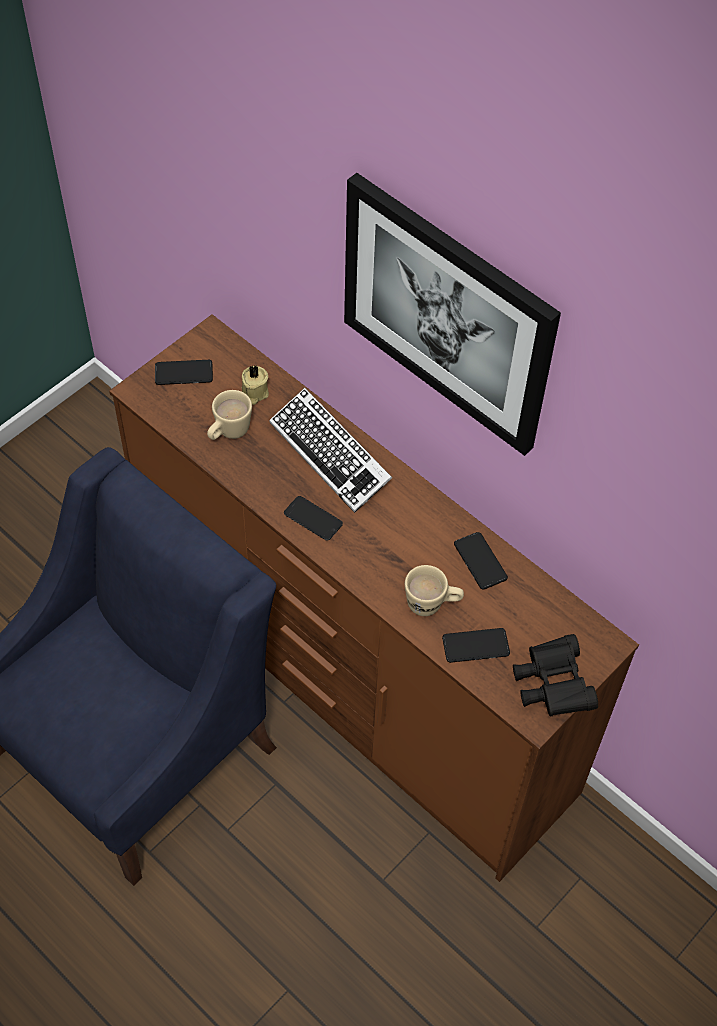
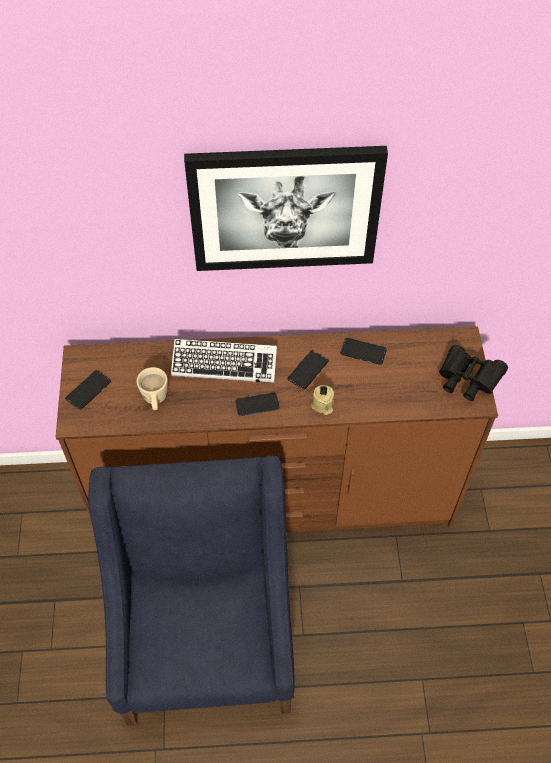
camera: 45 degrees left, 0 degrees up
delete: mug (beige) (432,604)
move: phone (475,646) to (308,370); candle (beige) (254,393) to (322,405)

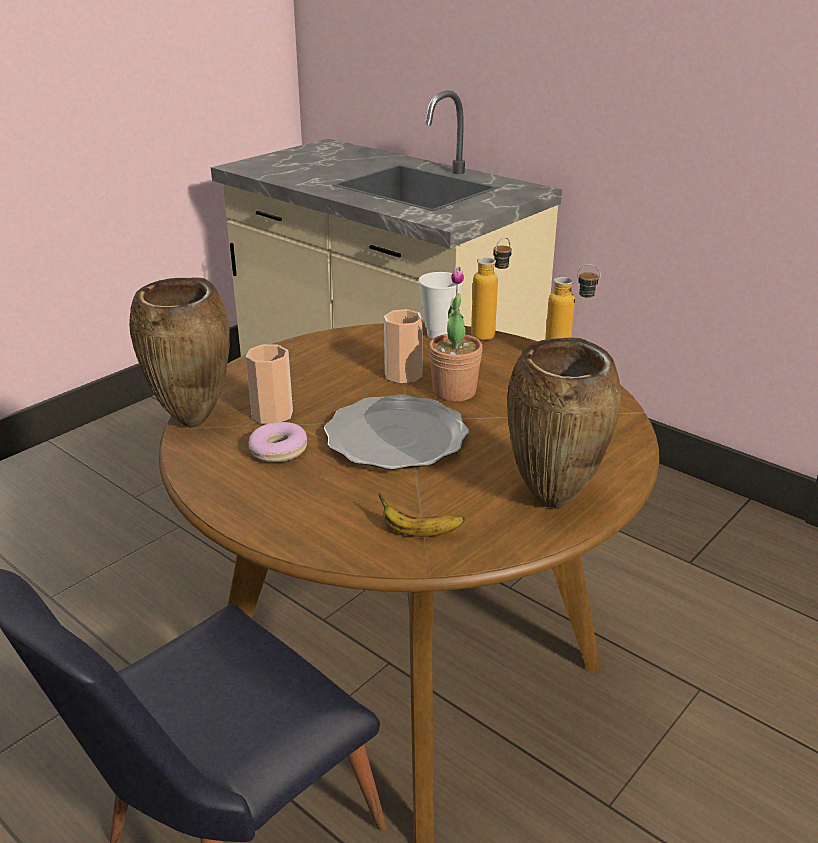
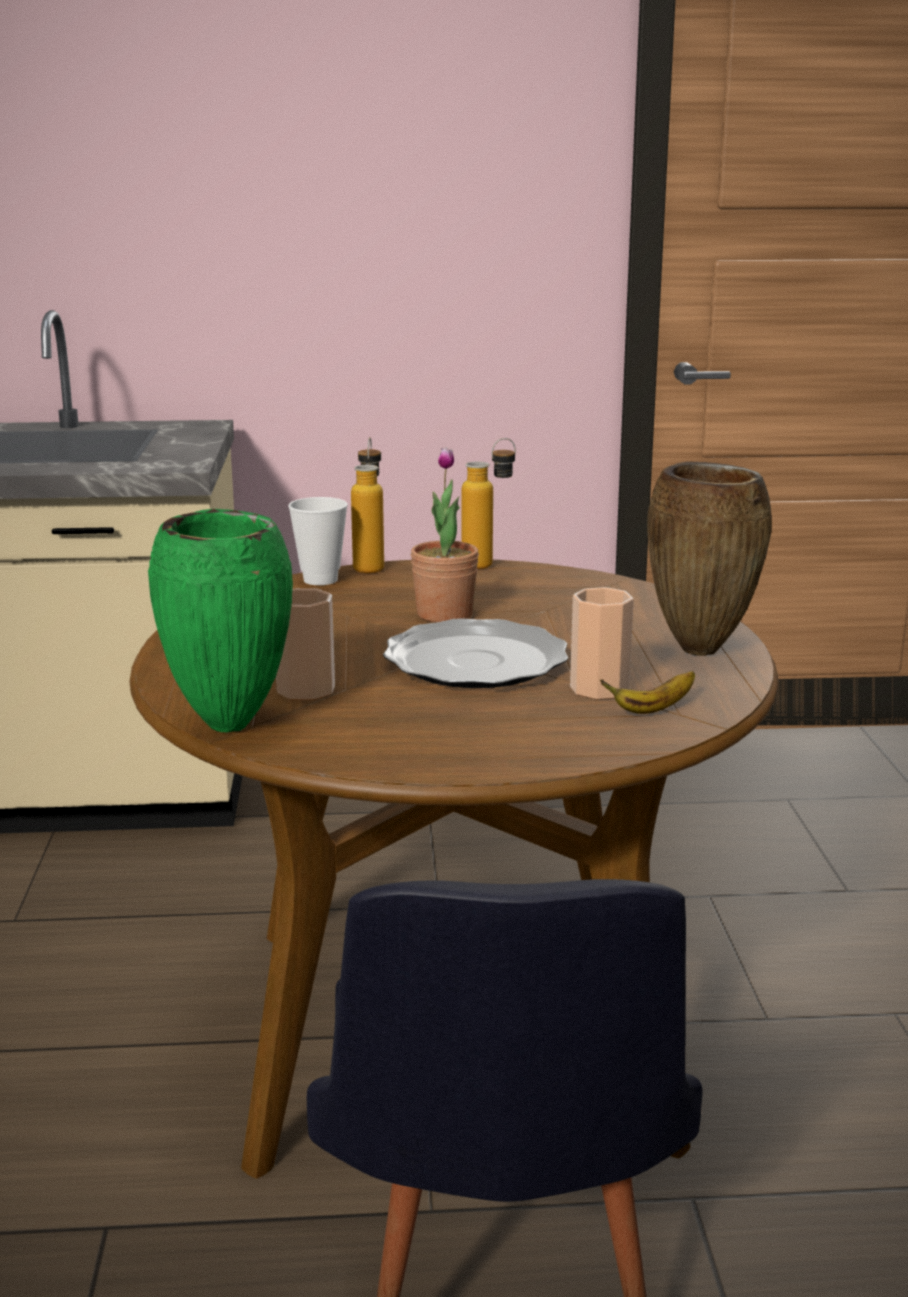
camera: 45 degrees left, 10 degrees down
delete: donut (278,450)
move: cup (403,375) to (599,689)
recolor: vase (brown) (194,422) to vase (green) (232,726)

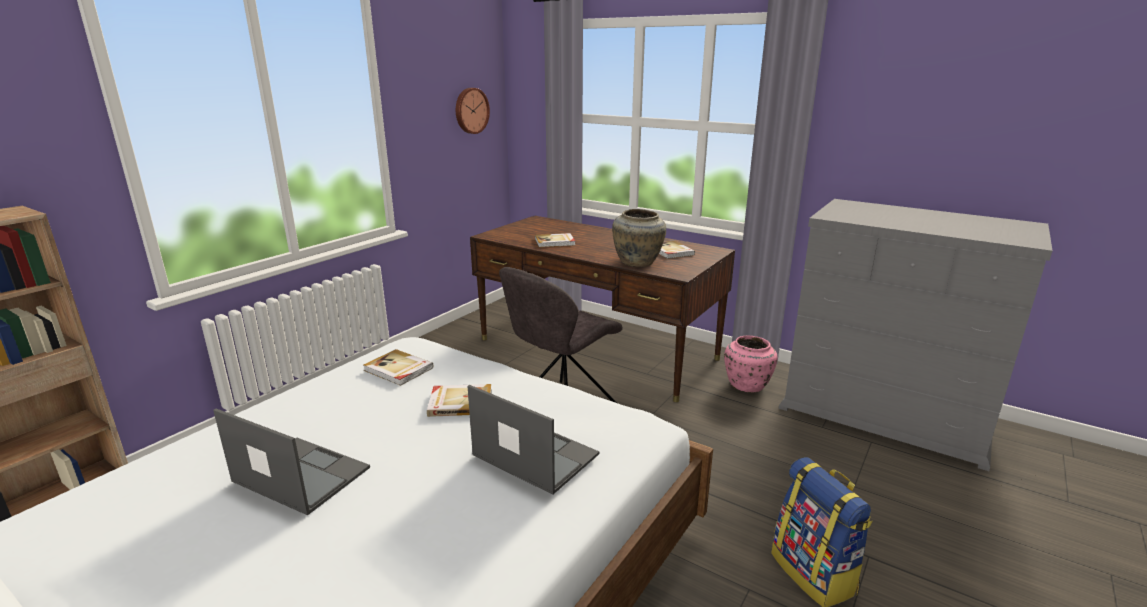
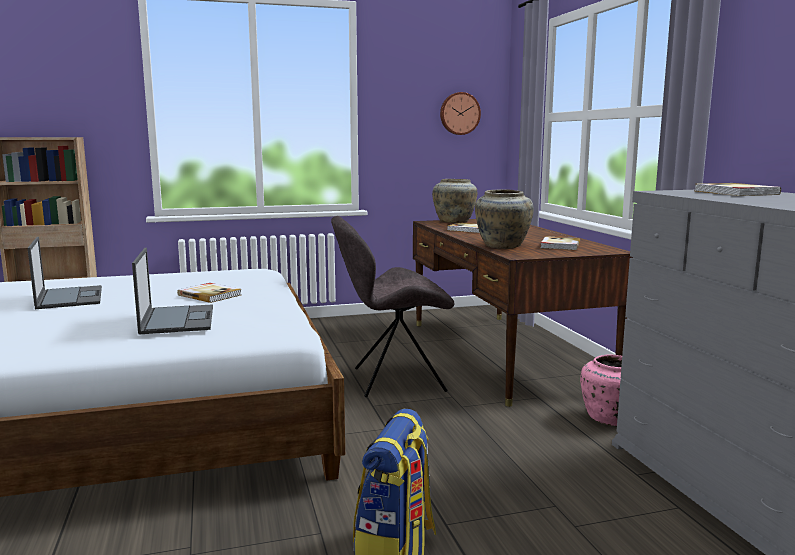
camera: 40 degrees right, 10 degrees down
insert: vase (beige) (454,222)
move: book (398,369) to (735,193)

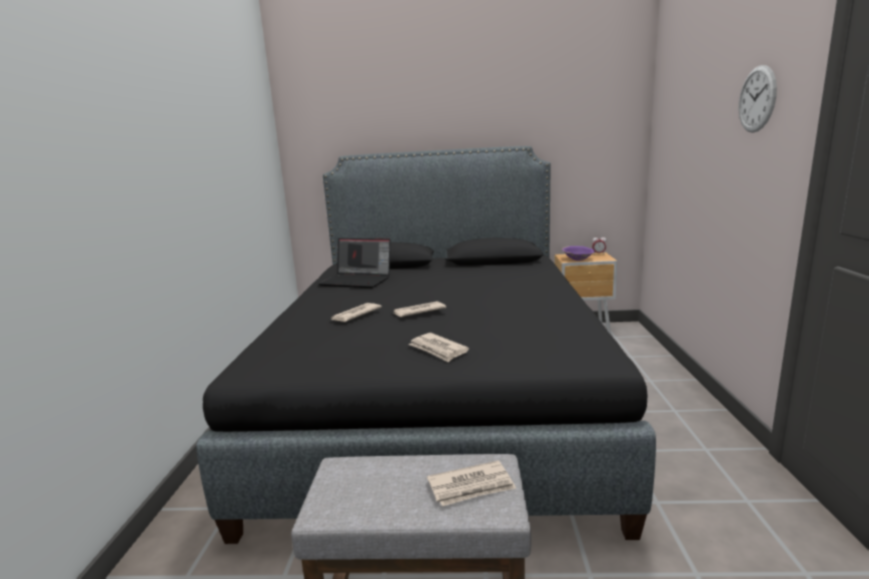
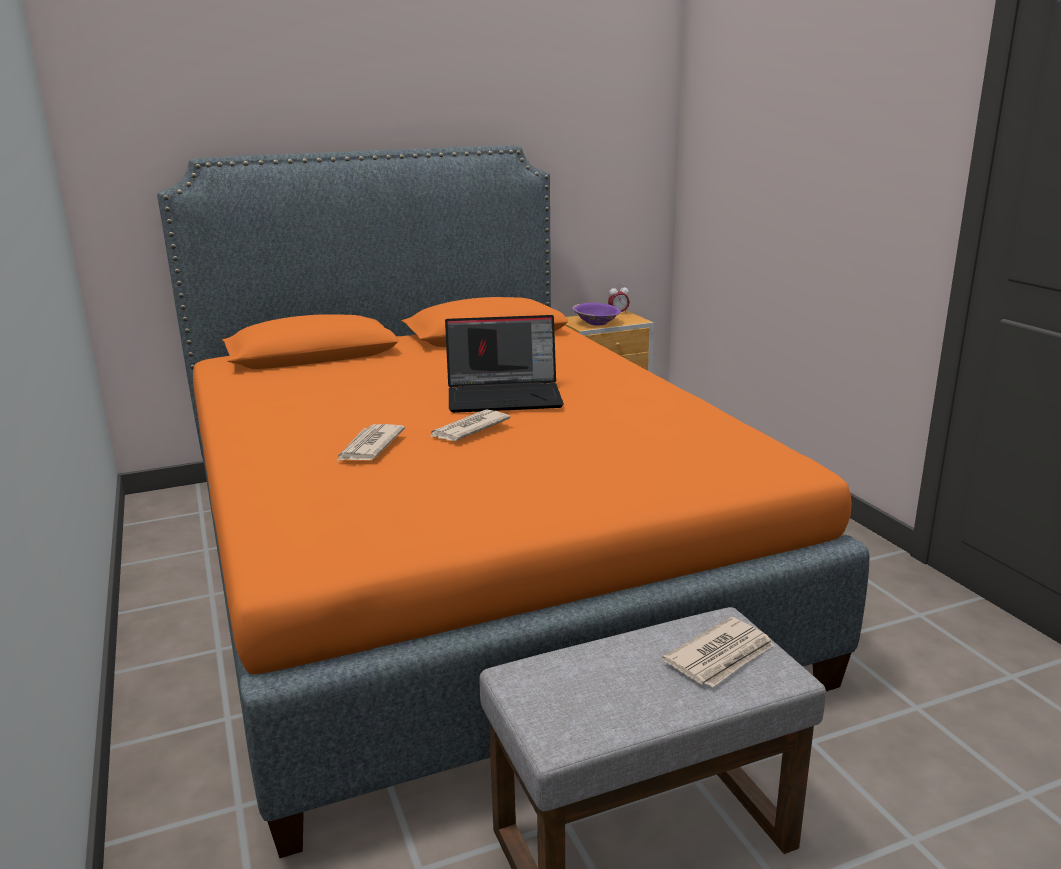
camera: 25 degrees left, 5 degrees up
delete: newspaper (438,349); wall clock (757,99)
move: laptop (358,280) to (506,396)
recolor: bed (black) (437,398) to bed (orange) (458,565)

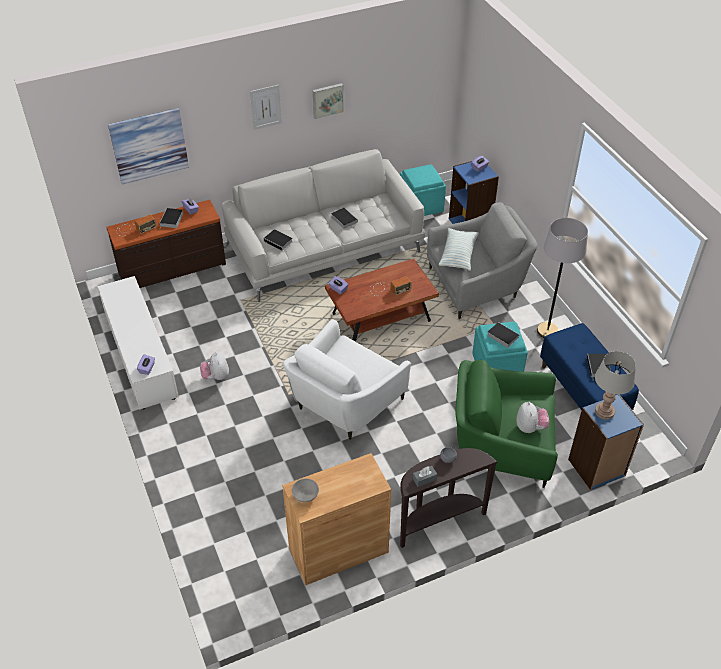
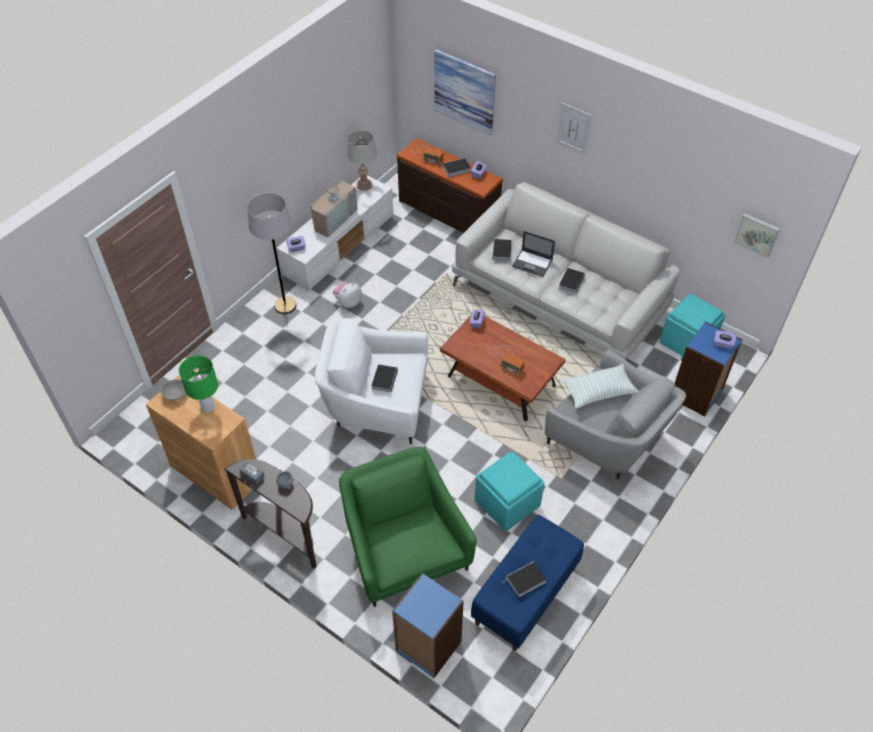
camera: 60 degrees right, 5 degrees up
delete: plush toy (530,427)
insert: table lamp (green) (208,406); television (333,218); laptop (533,263)
move: floor lamp (grey) (547,331) to (285,306); table lamp (grey) (604,412) to (364,185); book (501,336) to (384,379); picture (327,100) to (757,234)

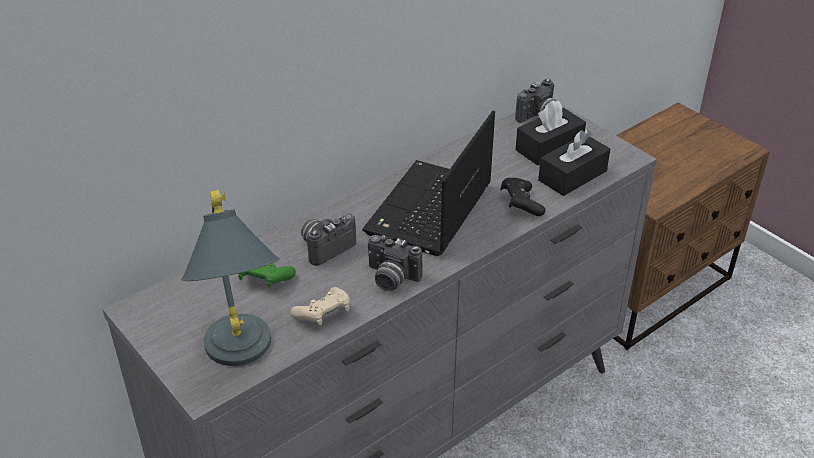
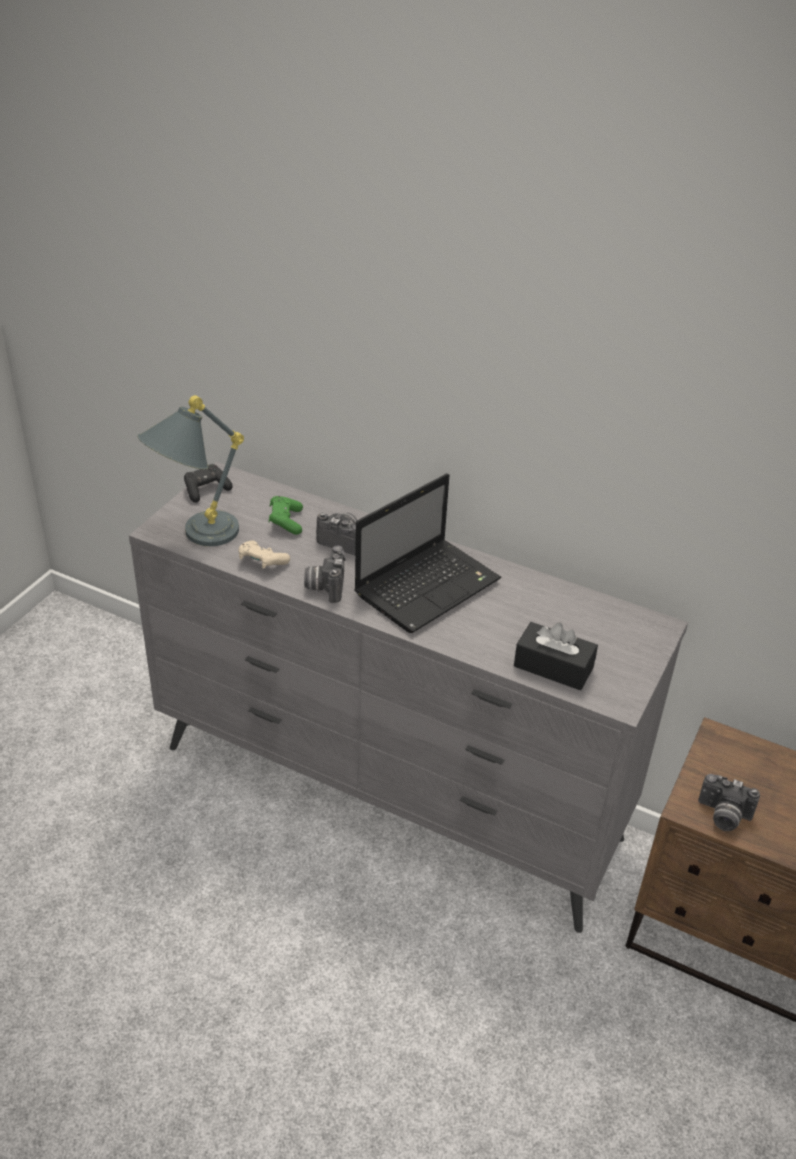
camera: 65 degrees right, 0 degrees up
delete: tissue box (black) (549,147)
move: game controller (black) (521,204) to (206,490); photo camera (540,117) to (722,816)
rotate: laptop (429,212) = (429,585) 135 degrees clockwise

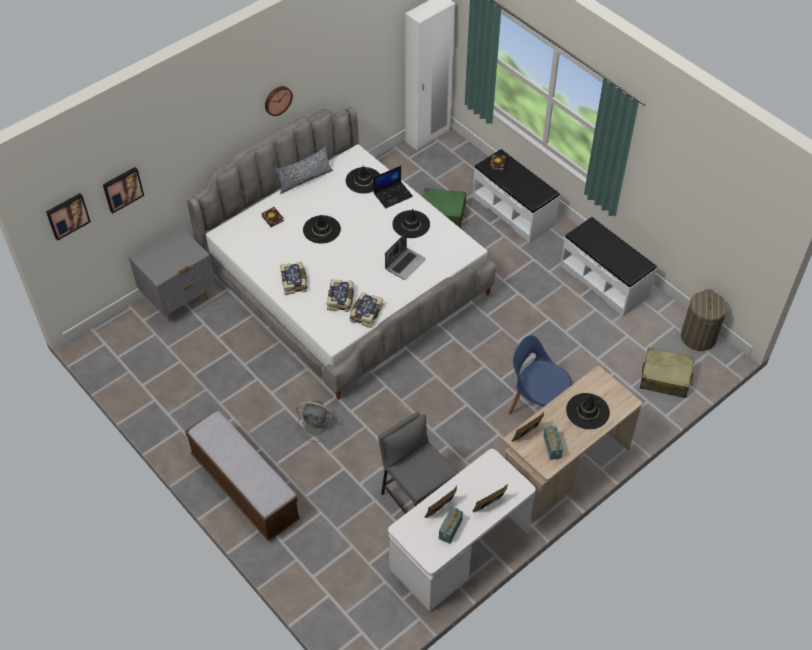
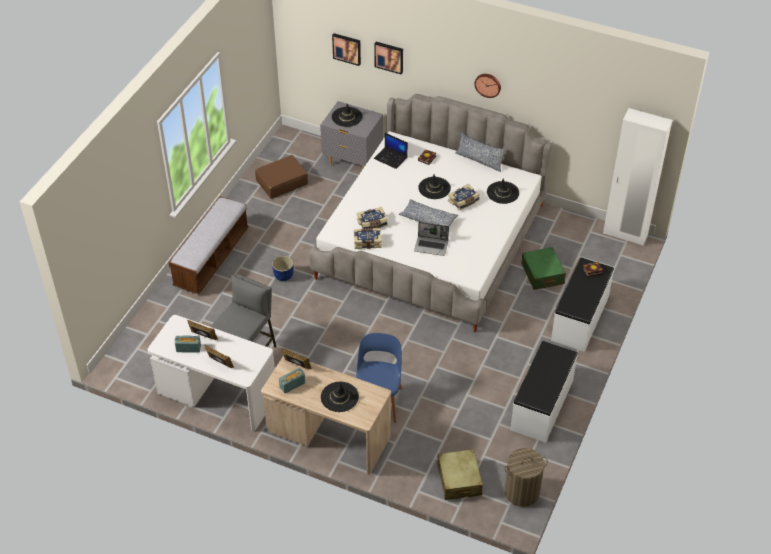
camera: 65 degrees right, 5 degrees down
insert: suitcase (brown) (281,182); pillow (428,219)
move: hat (black) (411,224) to (347,117); picture (67,215) to (389,57); laptop (393,194) to (391,158); book (294,282) to (464,201)
replace: fan (grey) (317,426) to planter (284,276)

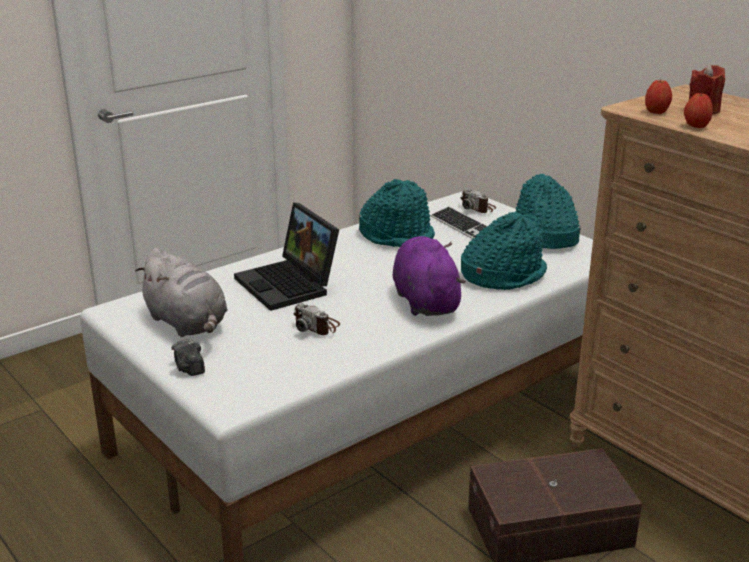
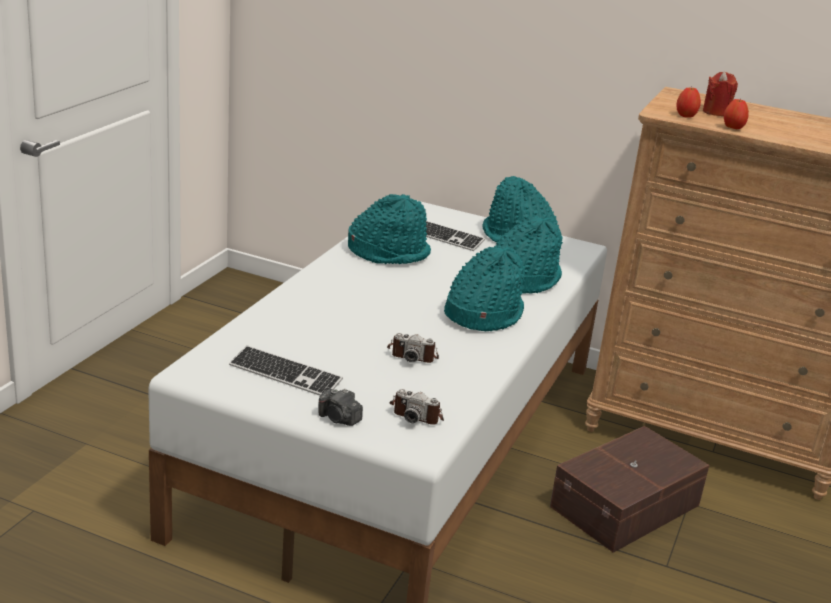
camera: 30 degrees left, 0 degrees up
delete: laptop (290,285)
move: photo camera (478,208) to (417,413)
replace: plush toy (grey) (188,324) to keyboard (285,374); plush toy (purple) (425,301) to hat (turquoise) (482,314)

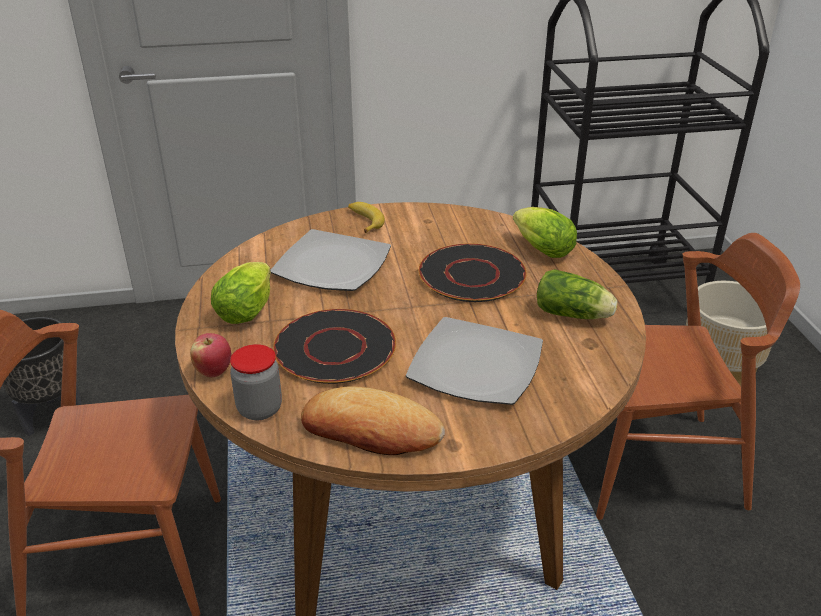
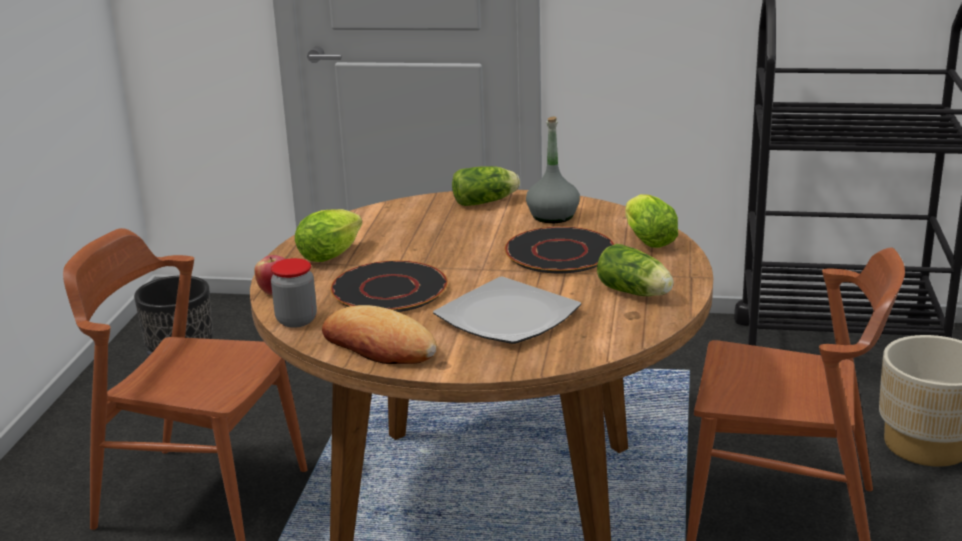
camera: 20 degrees right, 10 degrees down
delete: plate (331,264)
insert: bottle (grey) (552,216)
replace: banana (364,221) to lettuce (487,201)

